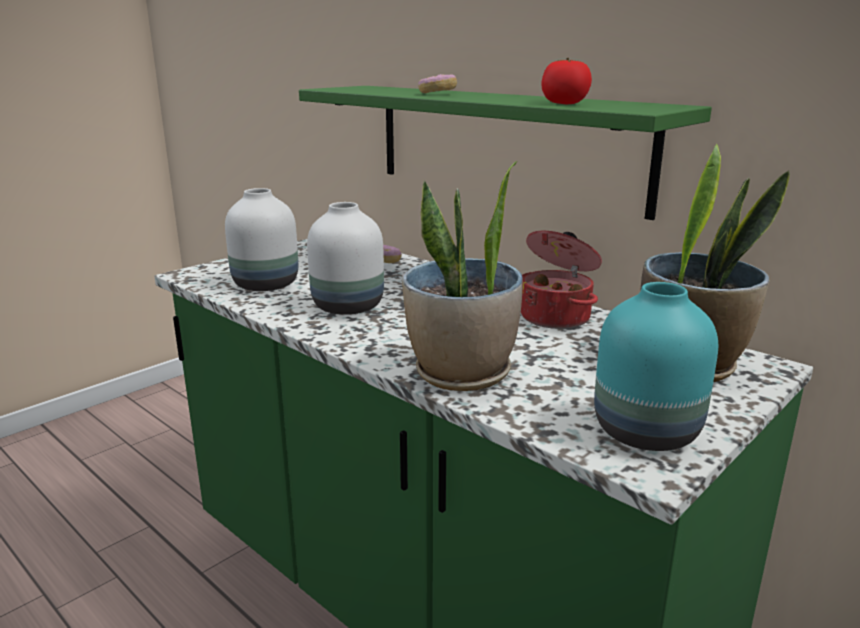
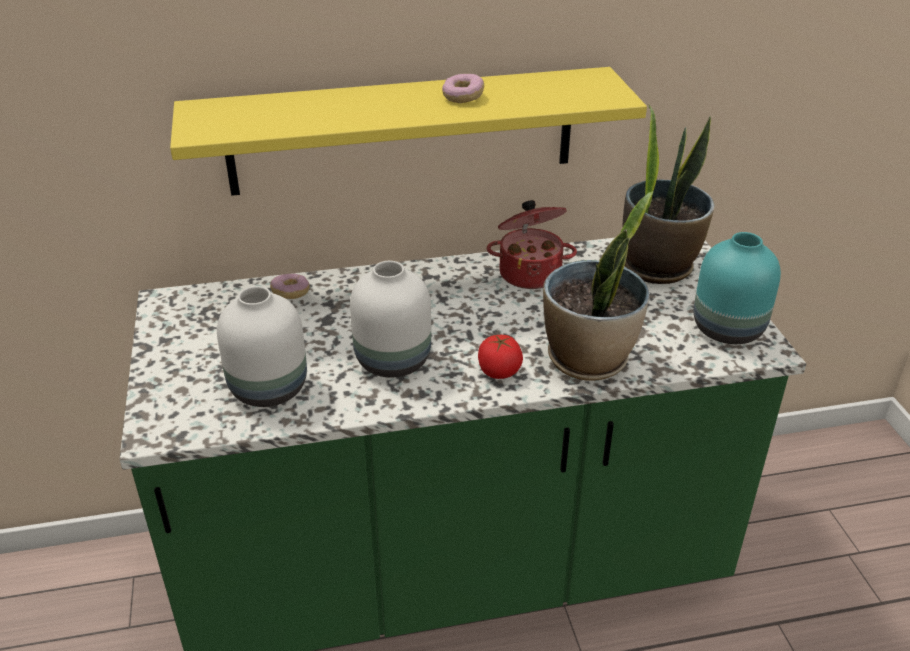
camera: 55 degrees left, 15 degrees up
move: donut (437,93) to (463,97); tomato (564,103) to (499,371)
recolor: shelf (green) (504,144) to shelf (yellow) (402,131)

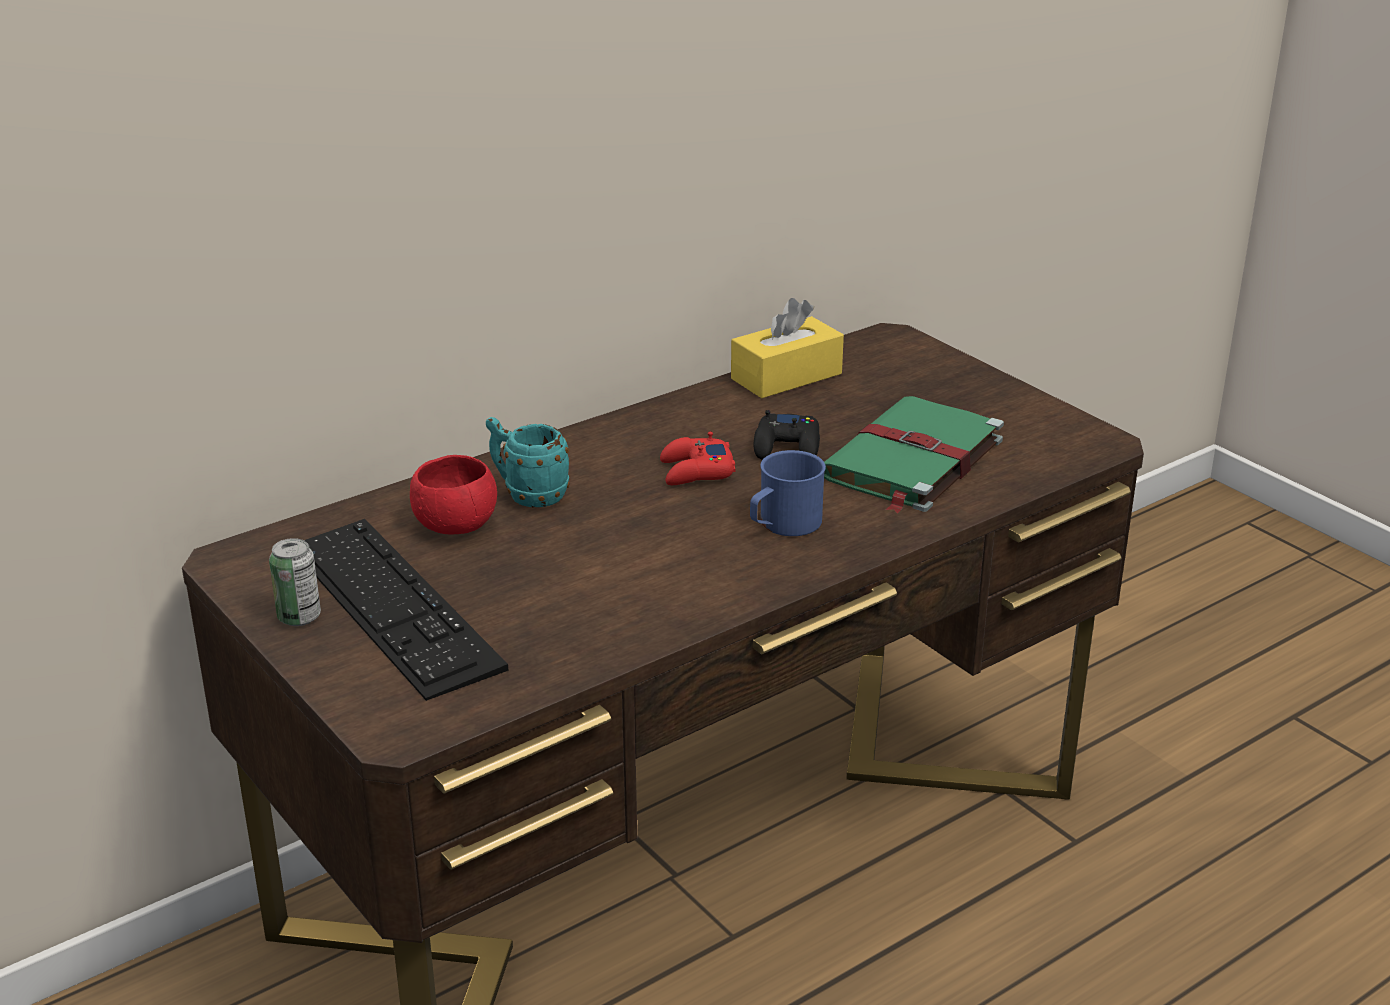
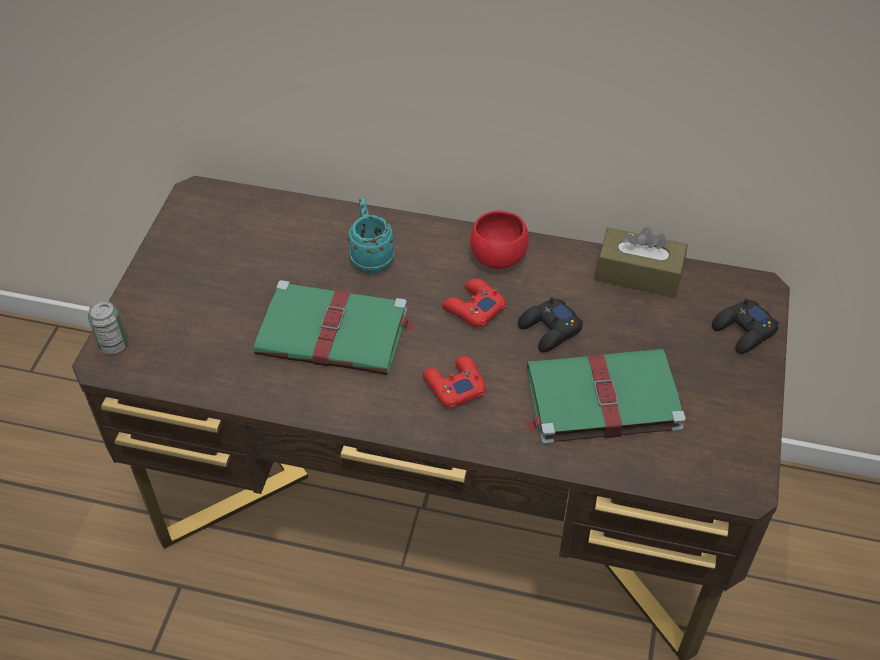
camera: 50 degrees right, 20 degrees up
delete: keyboard (393,605)
insert: book (green) (335,333); game controller (black) (743,331)
move: can (299,617) to (113,345); bowl (red) (456,525) to (498,256)
replace: mug (blue) (783,525) to game controller (red) (453,385)
recolor: tissue box (yellow) (786,376) to tissue box (brown) (638,274)

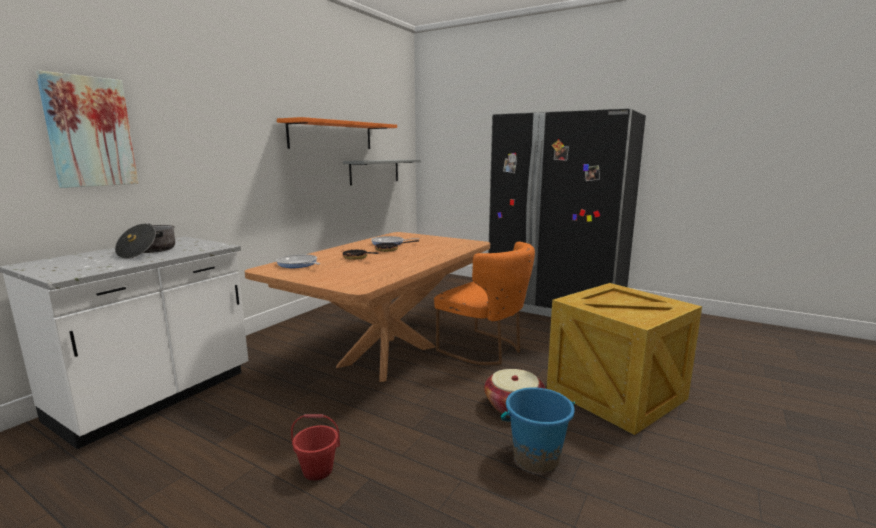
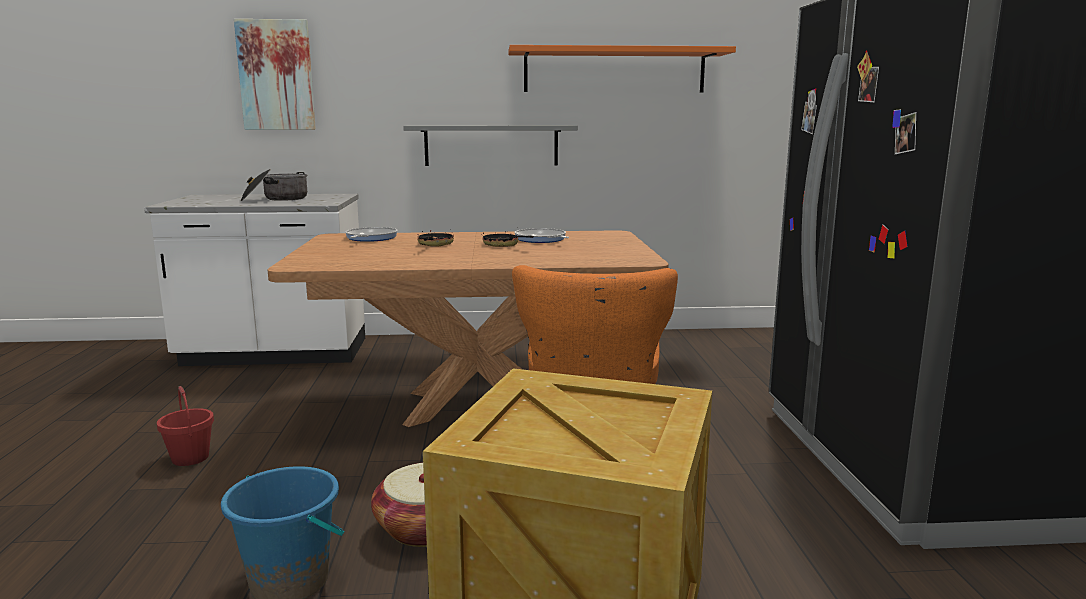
camera: 55 degrees right, 0 degrees up
move: shelf (grey) (374,171) to (491,145)

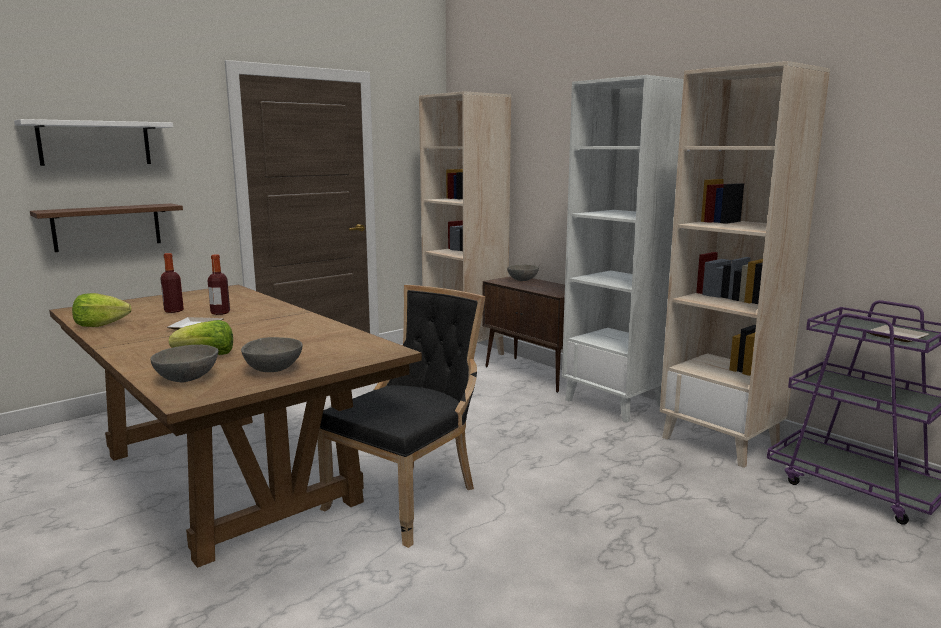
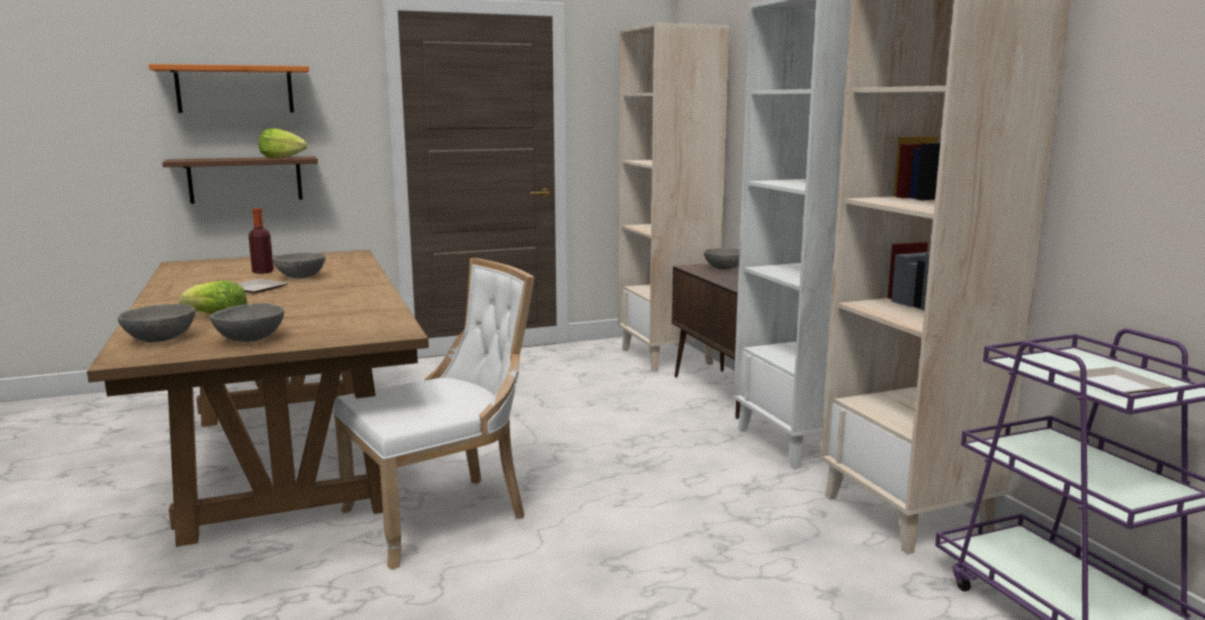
camera: 20 degrees right, 0 degrees up
move: lettuce (100,325) to (281,157)
replace: bottle (220,313) to bowl (grey) (301,277)
recolor: shelf (white) (95,143) to shelf (orange) (235,89); chair (black) (408,498) to chair (white) (443,515)

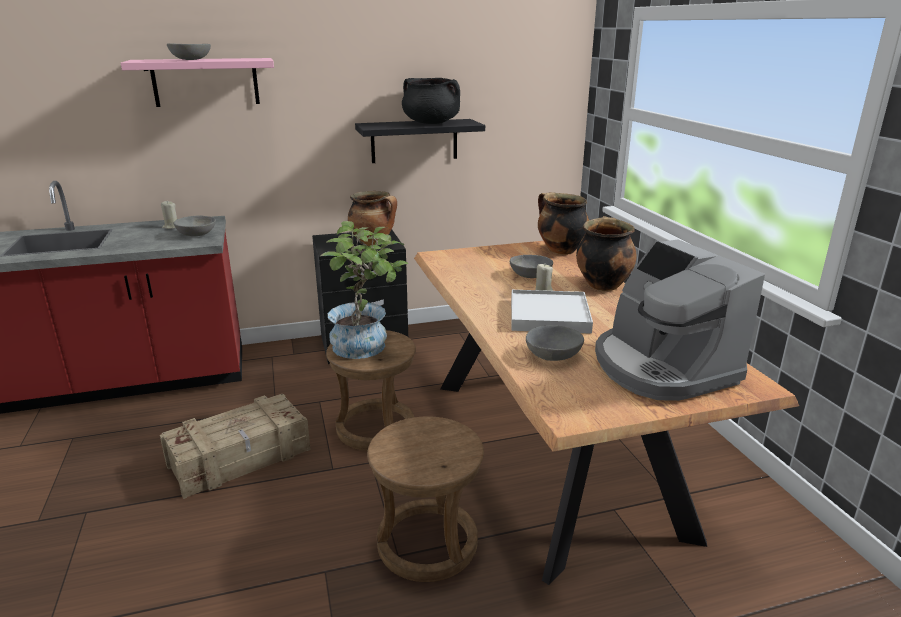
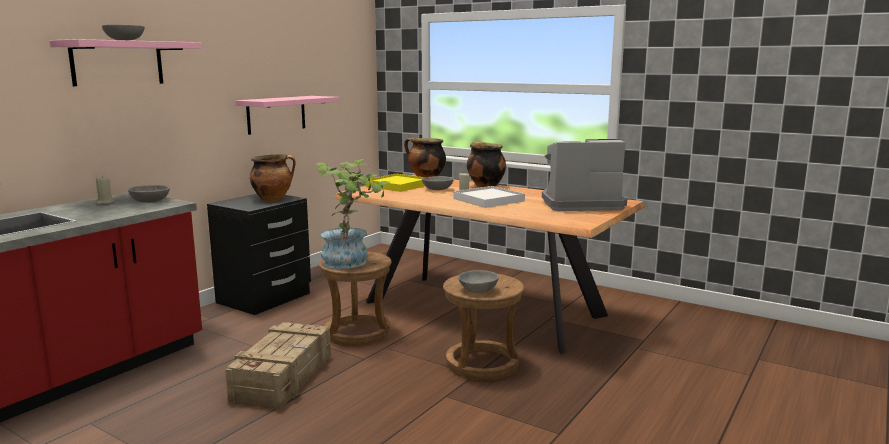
camera: 40 degrees left, 10 degrees down
delete: cooking pot (black) (431,123)
insert: tray (yellow) (398,185)
move: bowl (grey) (552,355) to (477,290)
recolor: shelf (black) (414,141) to shelf (pink) (276,114)
rotate: coffee machine (661,367) = (580,204) 150 degrees clockwise

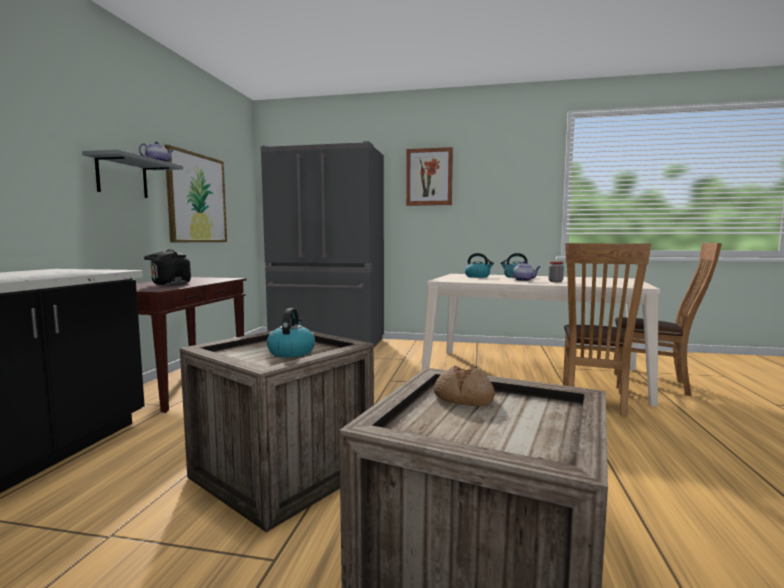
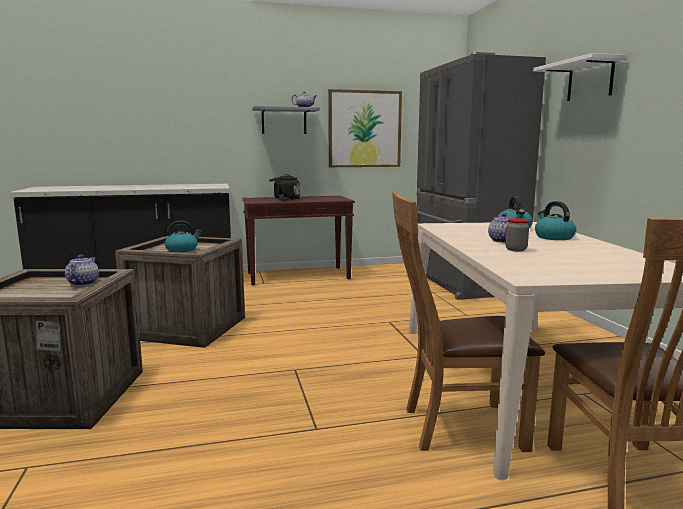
camera: 65 degrees right, 5 degrees up
replace: bread (463,398) to teapot (83,283); picture (429,177) to shelf (white) (590,80)

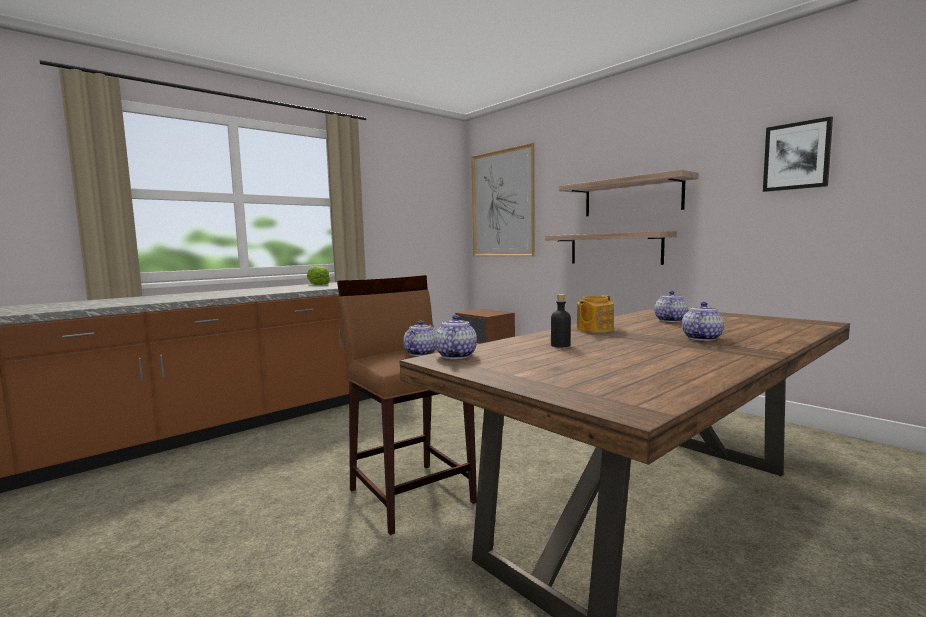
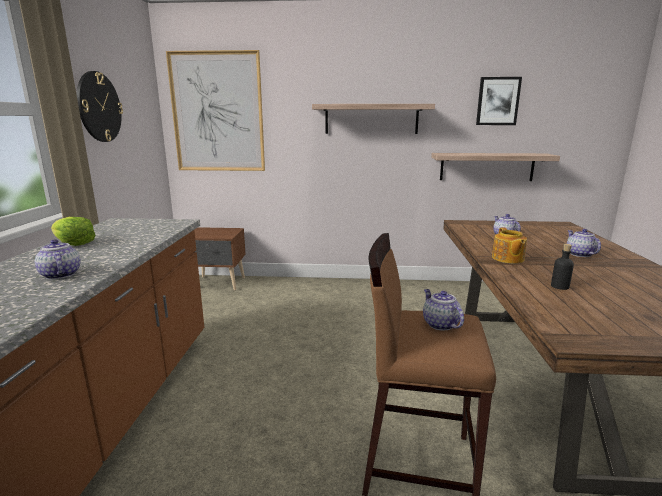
camera: 45 degrees left, 10 degrees up
insert: wall clock (99,107)
move: teapot (455,355) to (60,274); shelf (615,248) to (486,167)

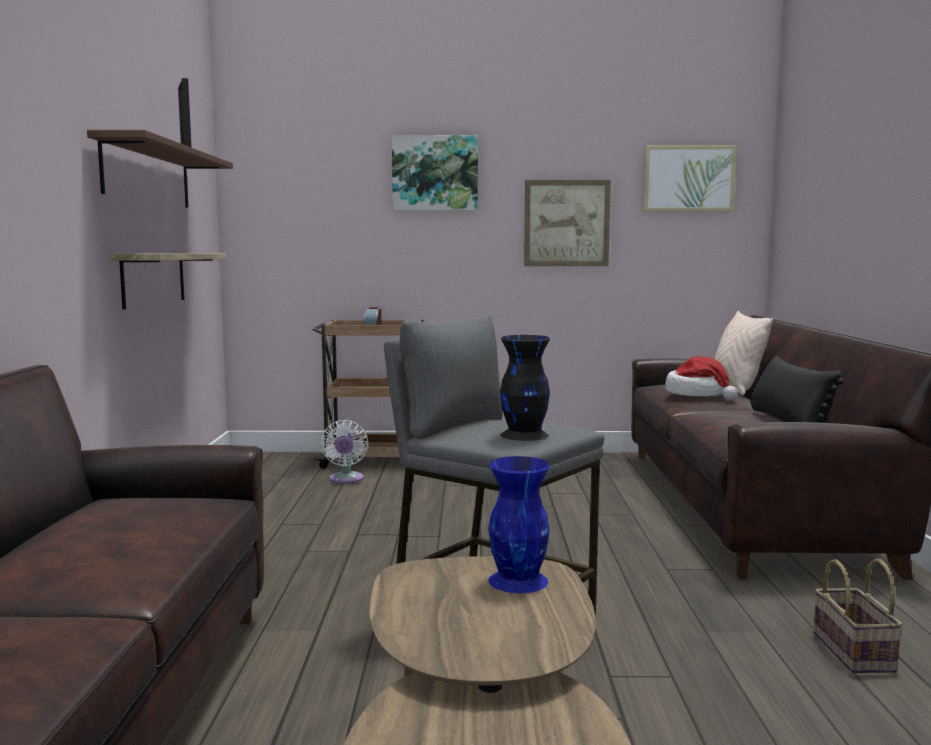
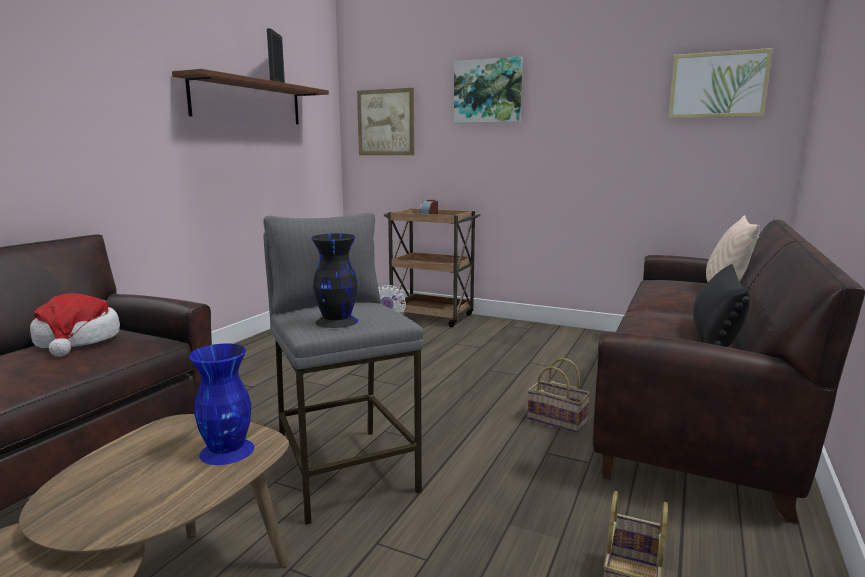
camera: 25 degrees right, 5 degrees up
delete: shelf (154,278)
insert: basket (558,420)
move: hat (698,394) to (77,340); picture (566,223) to (386,122)

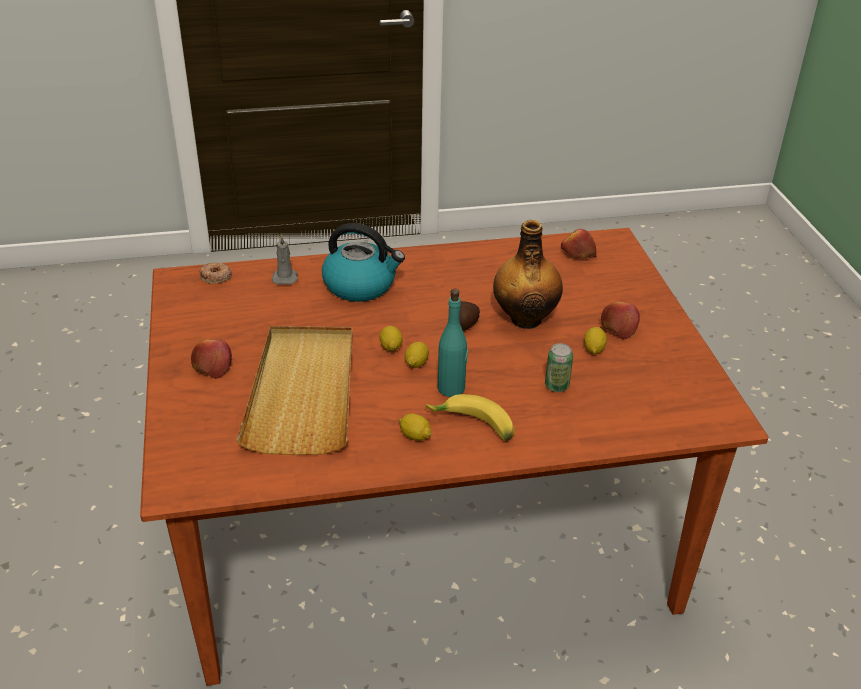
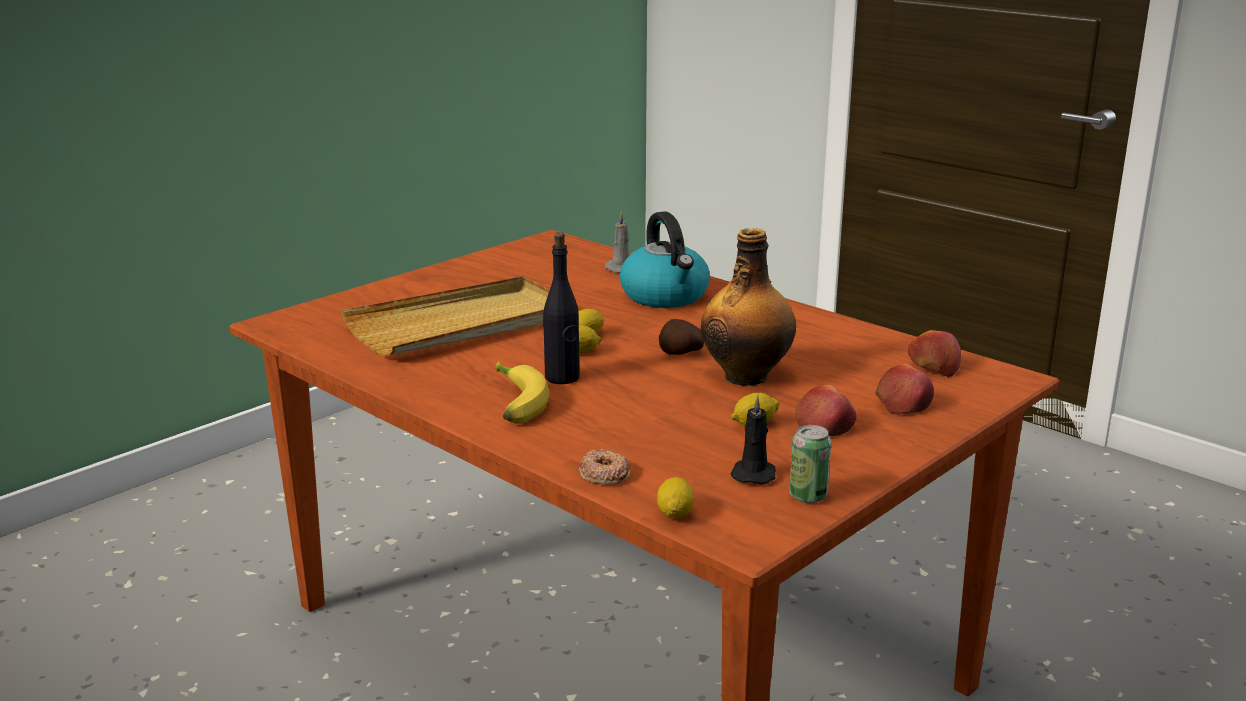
camera: 55 degrees right, 15 degrees down
insert: candle (black) (754,474)
move: donut (216,276) to (604,473); lemon (414,436) to (675,513); can (556,386) to (808,496); apple (212,365) to (903,403)
recolor: bottle (turquoise) (451,388) to bottle (black) (562,378)

